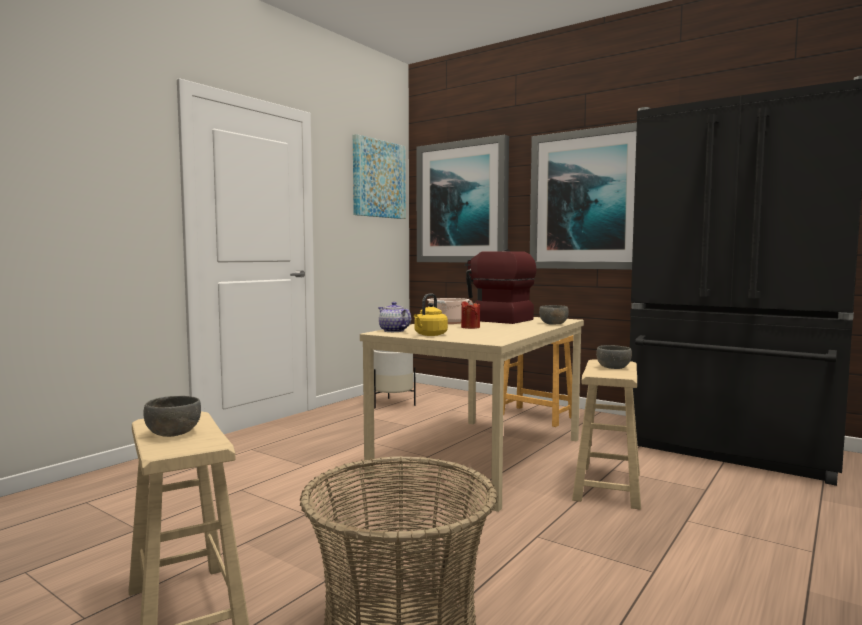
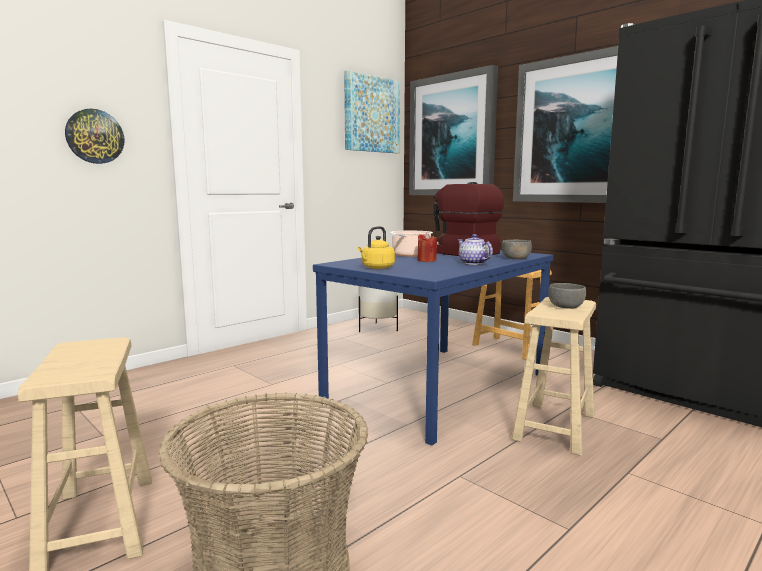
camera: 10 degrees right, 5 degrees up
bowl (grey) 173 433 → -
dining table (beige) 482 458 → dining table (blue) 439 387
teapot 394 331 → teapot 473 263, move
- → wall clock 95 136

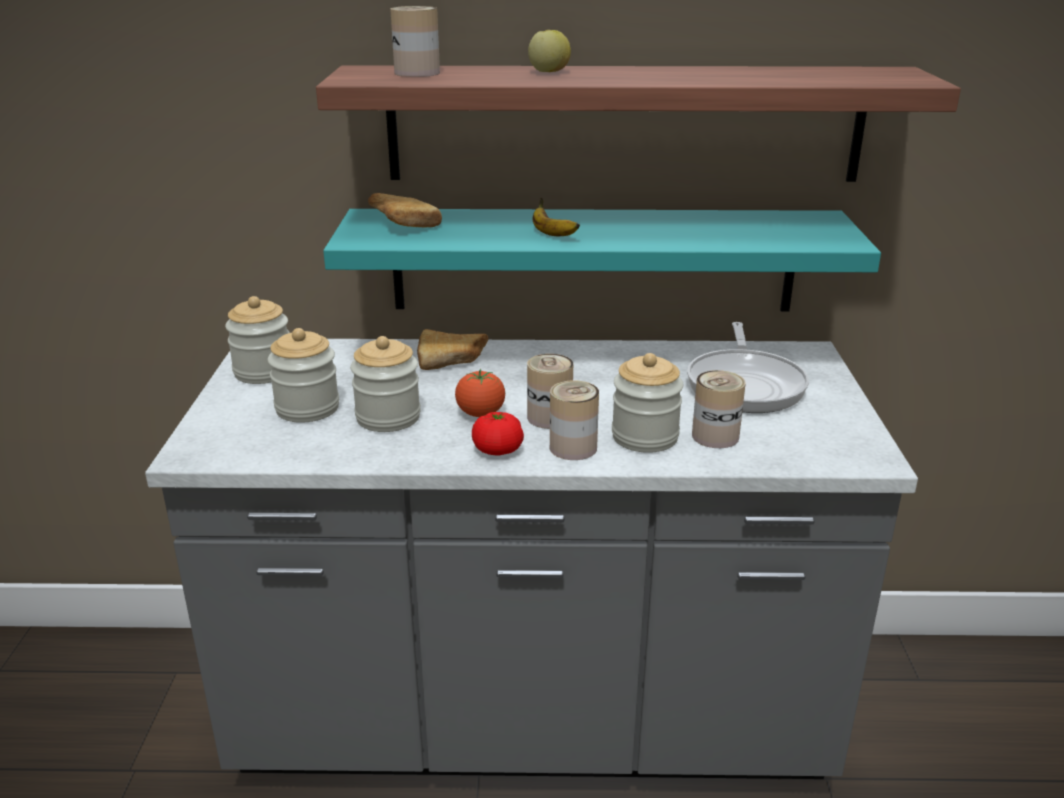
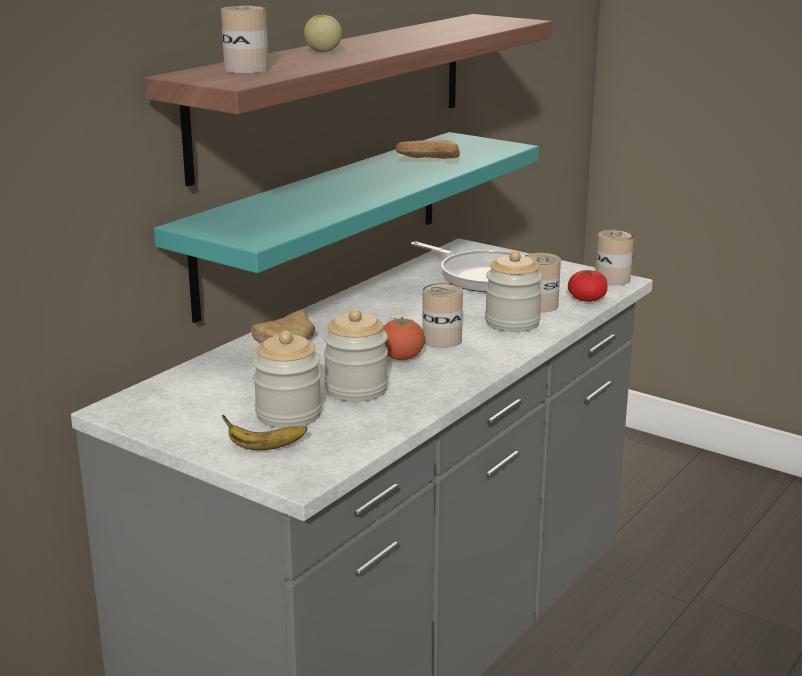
camera: 55 degrees left, 5 degrees down
jar 264 372 → -
bread 400 224 → bread 427 162, move
tomato 498 450 → tomato 587 299, move
banana 552 234 → banana 264 447, move
can 573 447 → can 612 279, move

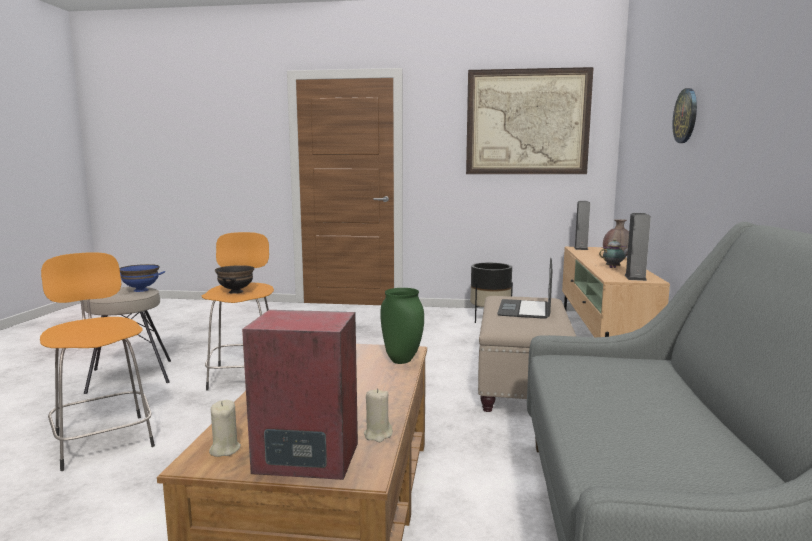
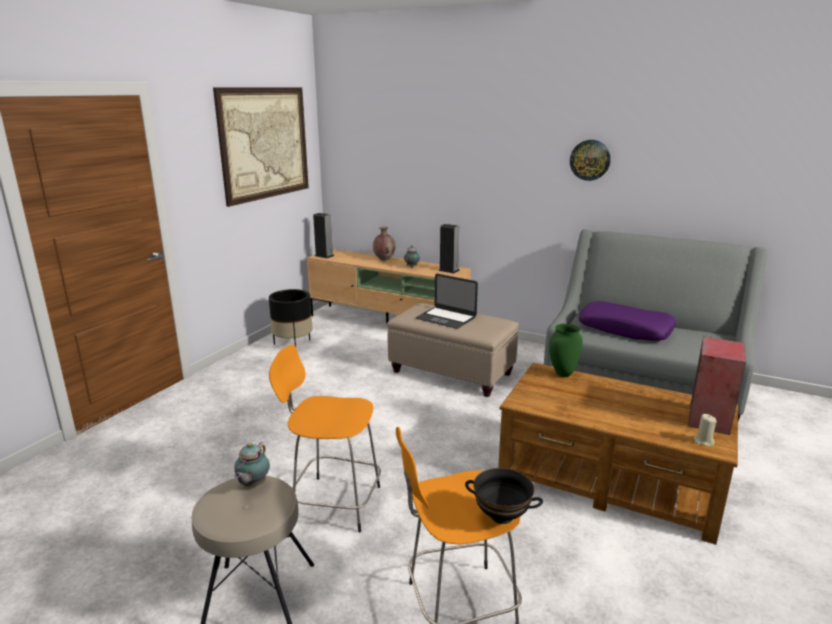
camera: 70 degrees left, 10 degrees up
bowl (blue) 141 290 → teapot 252 485
bowl (black) 235 292 → bowl (black) 501 517, move
candle (beige) 378 435 → -
wall clock 686 116 → wall clock 590 160, move
- → pillow (purple) 625 329

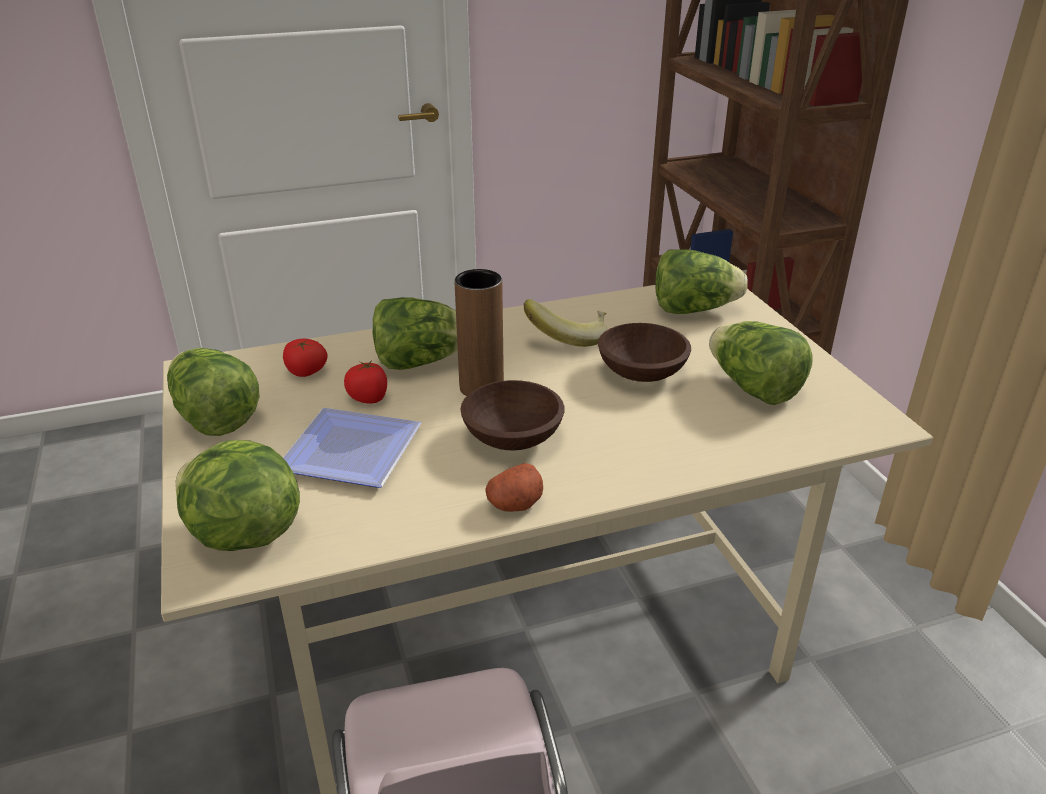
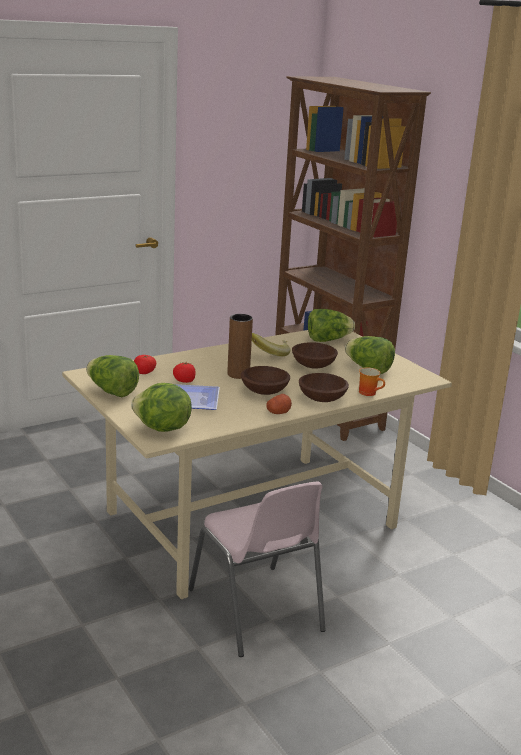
camera: 15 degrees left, 10 degrees down
lettuce 420 361 → -
- → bowl (brown) 321 399
- → mug 370 393

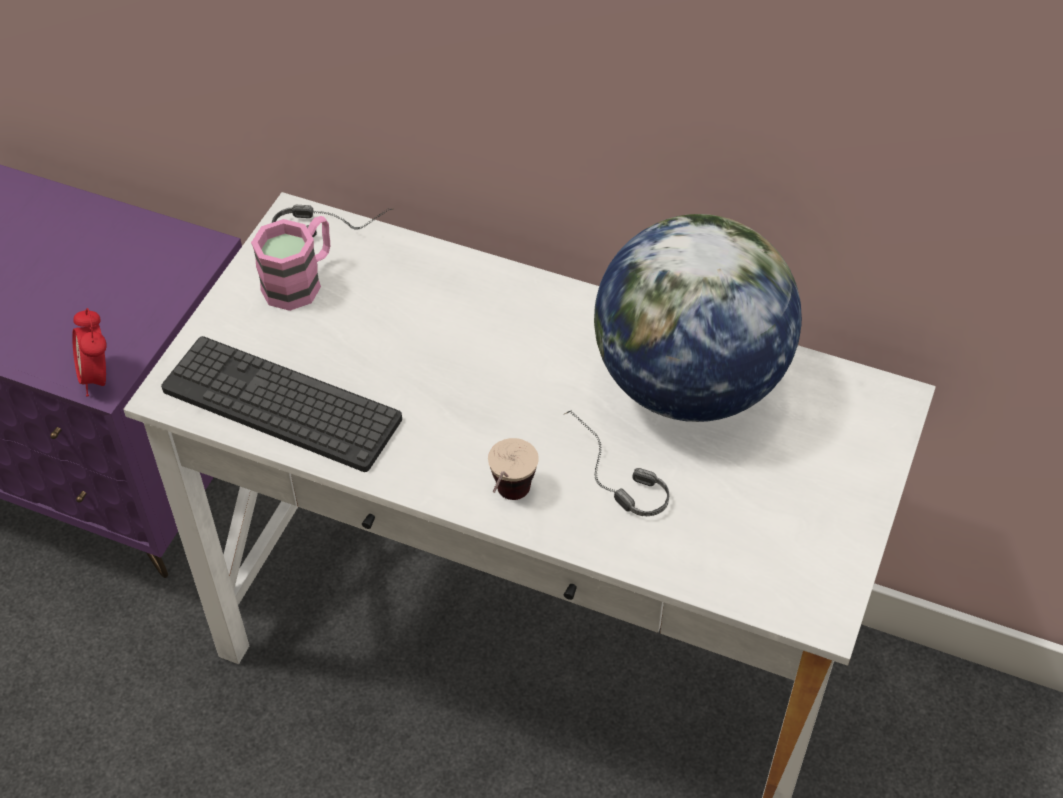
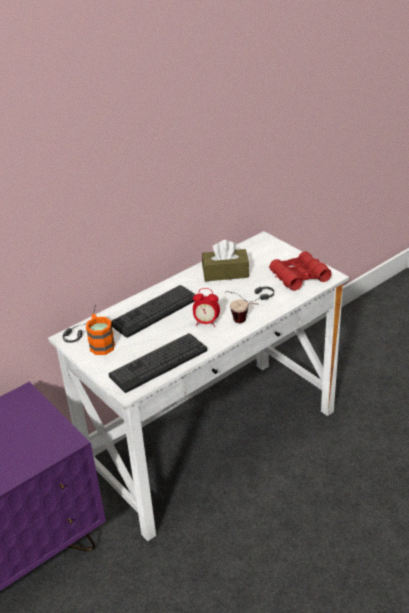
camera: 60 degrees left, 15 degrees down
alarm clock 98 377 → alarm clock 206 323, move
mug (pink) 300 280 → mug (orange) 100 343
globe 687 383 → tissue box (brown) 225 273
- → keyboard 155 311
- → binoculars (red) 299 277

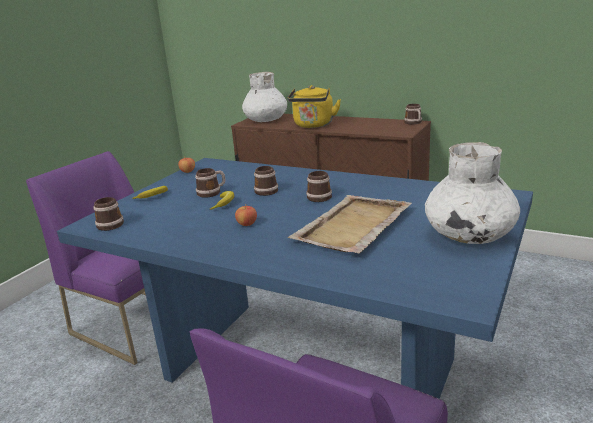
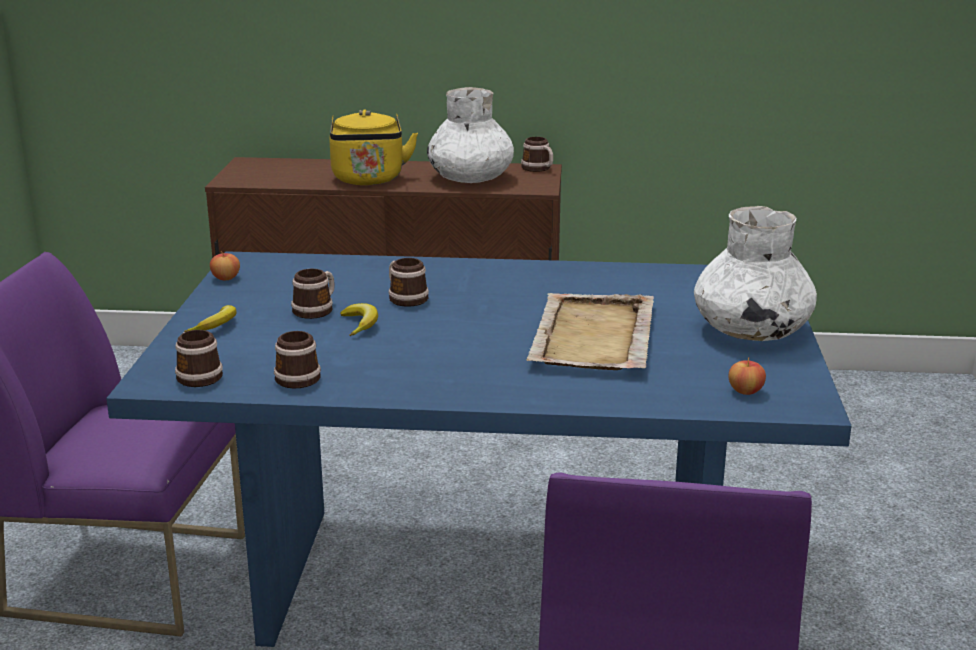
camera: 25 degrees left, 0 degrees up
apple 247 224 → apple 745 391, move
vase (white) 266 120 → vase (white) 471 178, move
mug 319 196 → mug 296 376, move

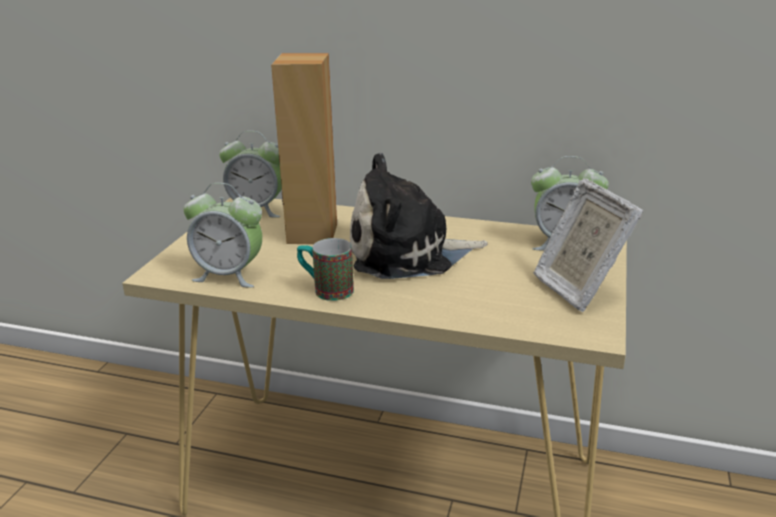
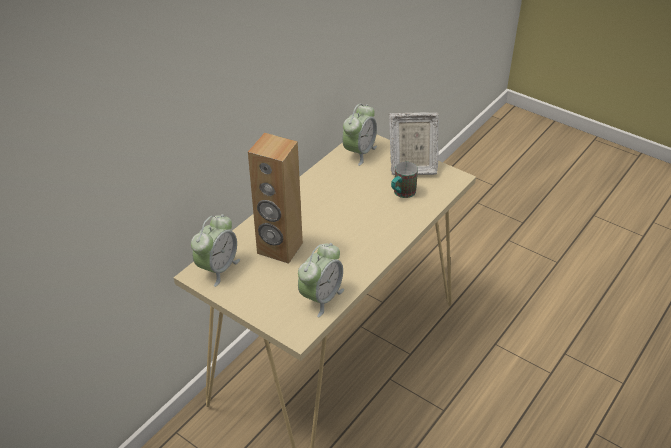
camera: 70 degrees left, 15 degrees up
mug 326 290 → mug 401 193, move
plush toy 408 253 → -

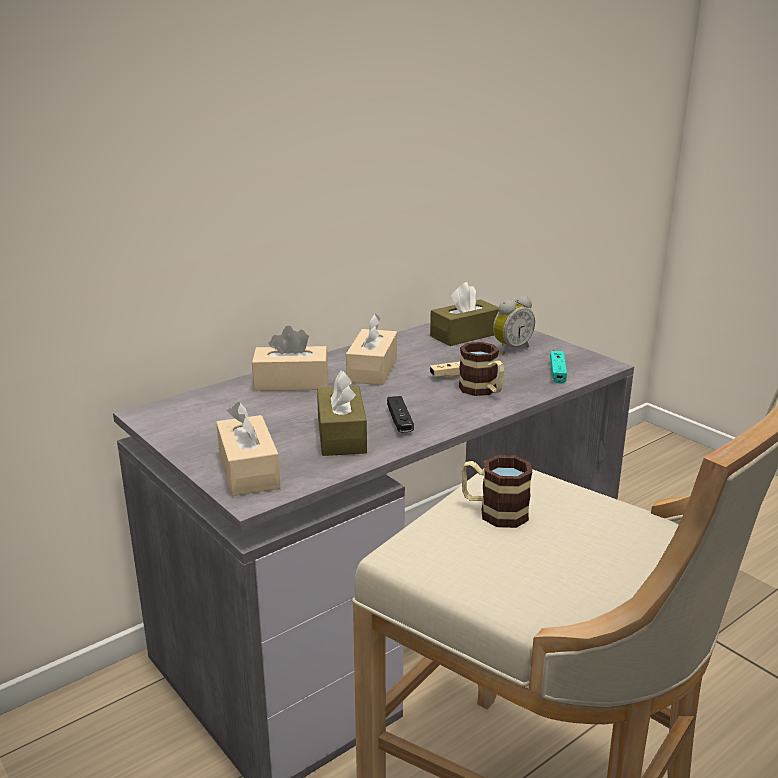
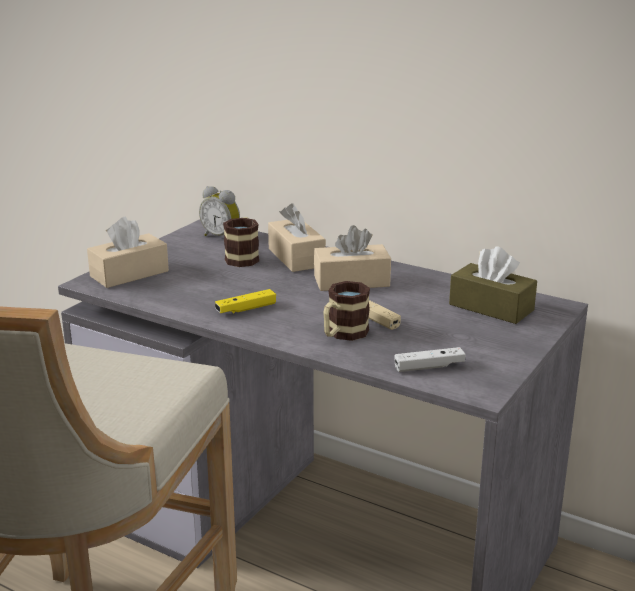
camera: 70 degrees right, 0 degrees up
tissue box (brown) 341 435 → -
game controller (black) 399 421 → game controller (yellow) 246 309
mug 494 512 → mug 243 257, move
alarm clock 510 349 → alarm clock 222 237, move
game controller (turquoise) 557 372 → game controller (white) 429 367

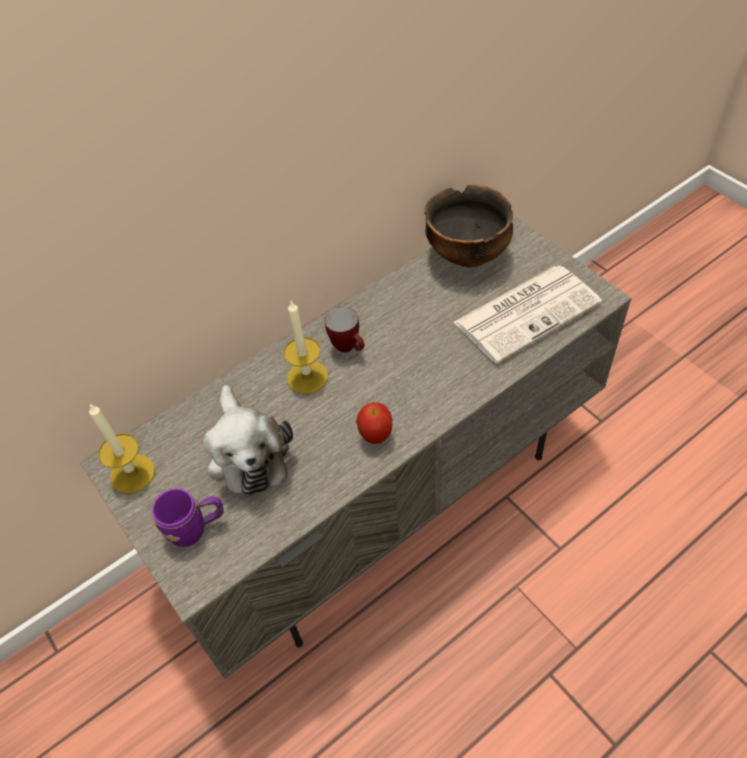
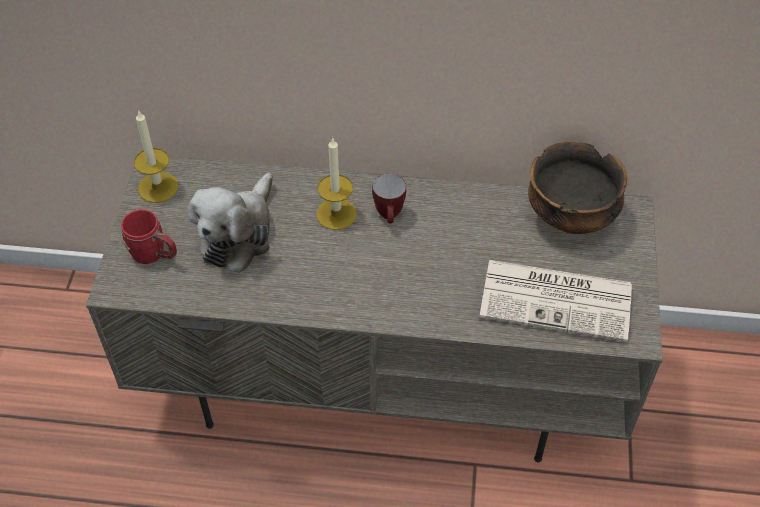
camera: 40 degrees right, 0 degrees up
mug (purple) 196 528 → mug (red) 154 255
apple 376 436 → -

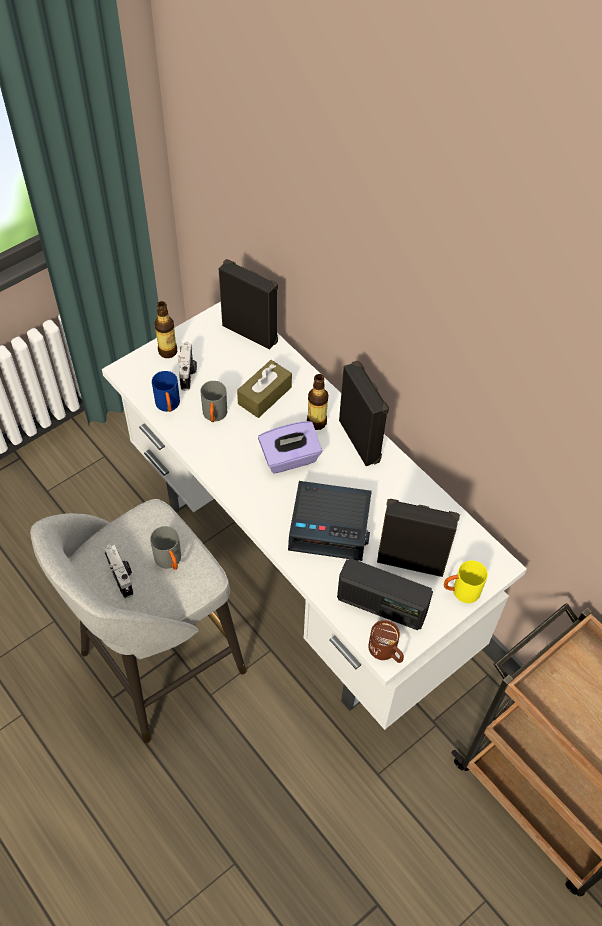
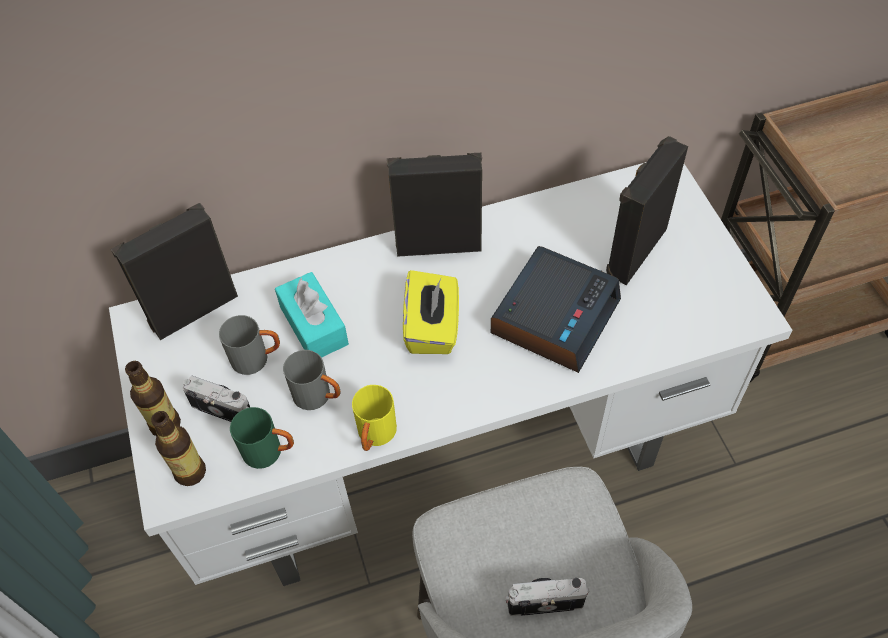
camera: 65 degrees left, 0 degrees up
mug (grey) 170 561 → mug (grey) 257 358, move
mug (blue) 168 406 → mug (green) 270 452
tissue box (brown) 264 395 → tissue box (turquoise) 314 325
tissue box (purple) 290 458 → tissue box (yellow) 432 328
bottle 316 422 → bottle 190 472, move
radio 381 606 → -
mug (brown) 386 652 → -
mug (yellow) 460 592 → mug (yellow) 375 436, move

